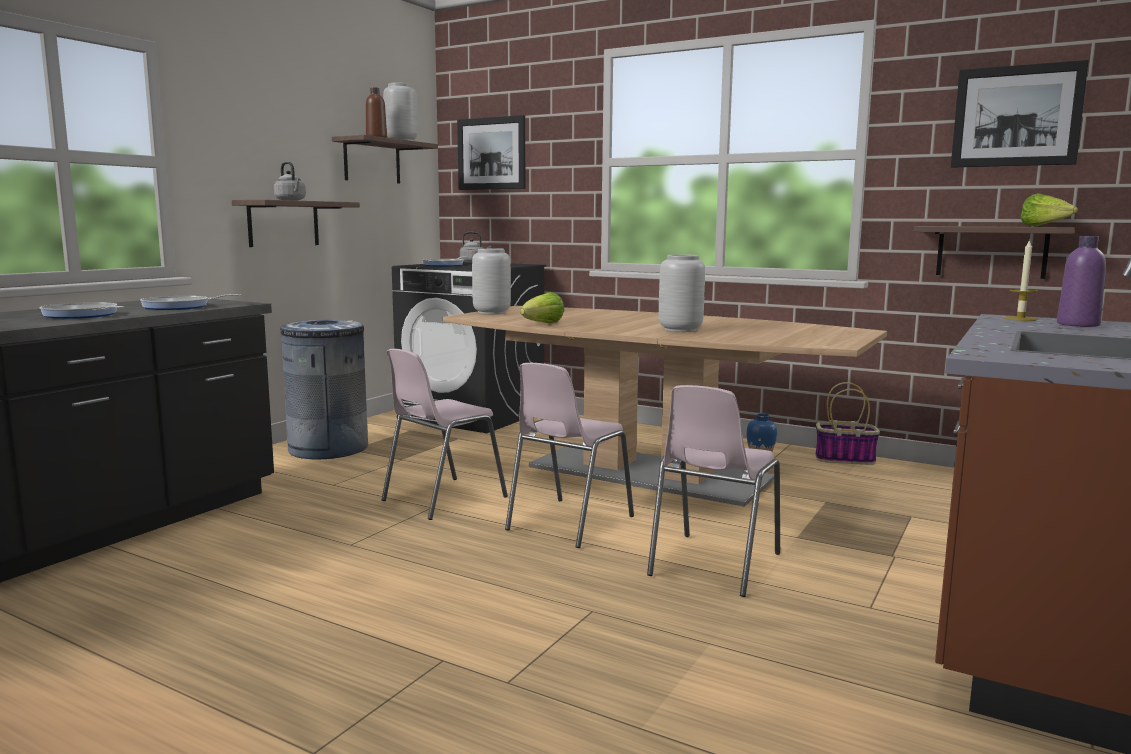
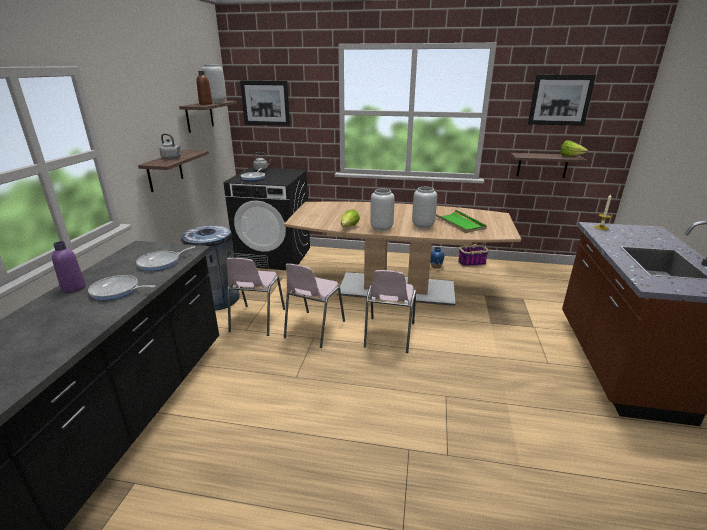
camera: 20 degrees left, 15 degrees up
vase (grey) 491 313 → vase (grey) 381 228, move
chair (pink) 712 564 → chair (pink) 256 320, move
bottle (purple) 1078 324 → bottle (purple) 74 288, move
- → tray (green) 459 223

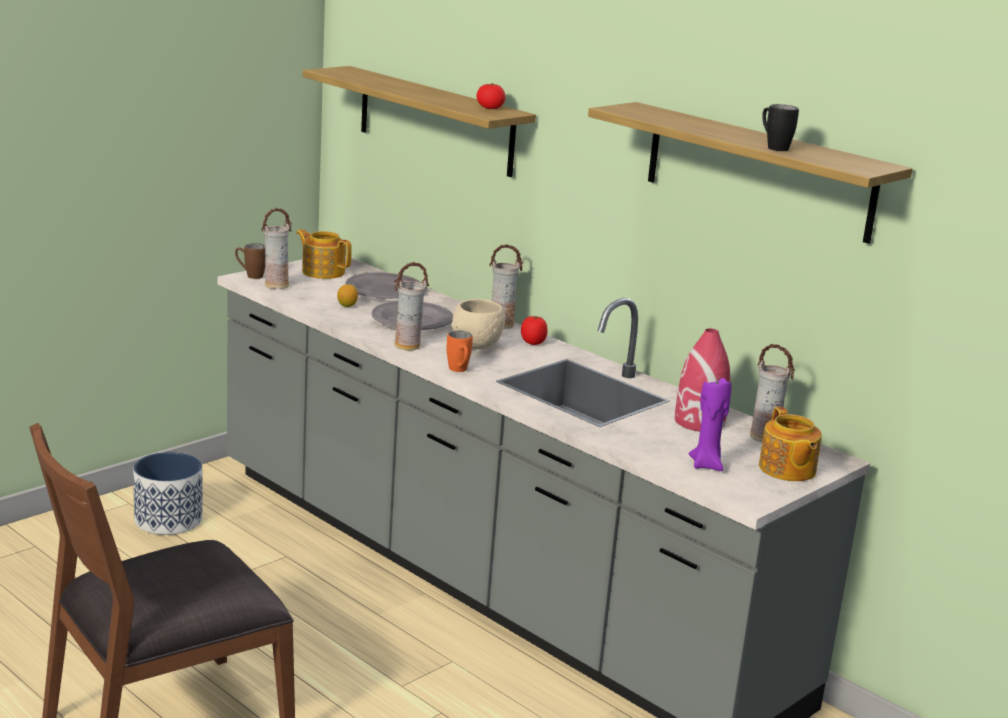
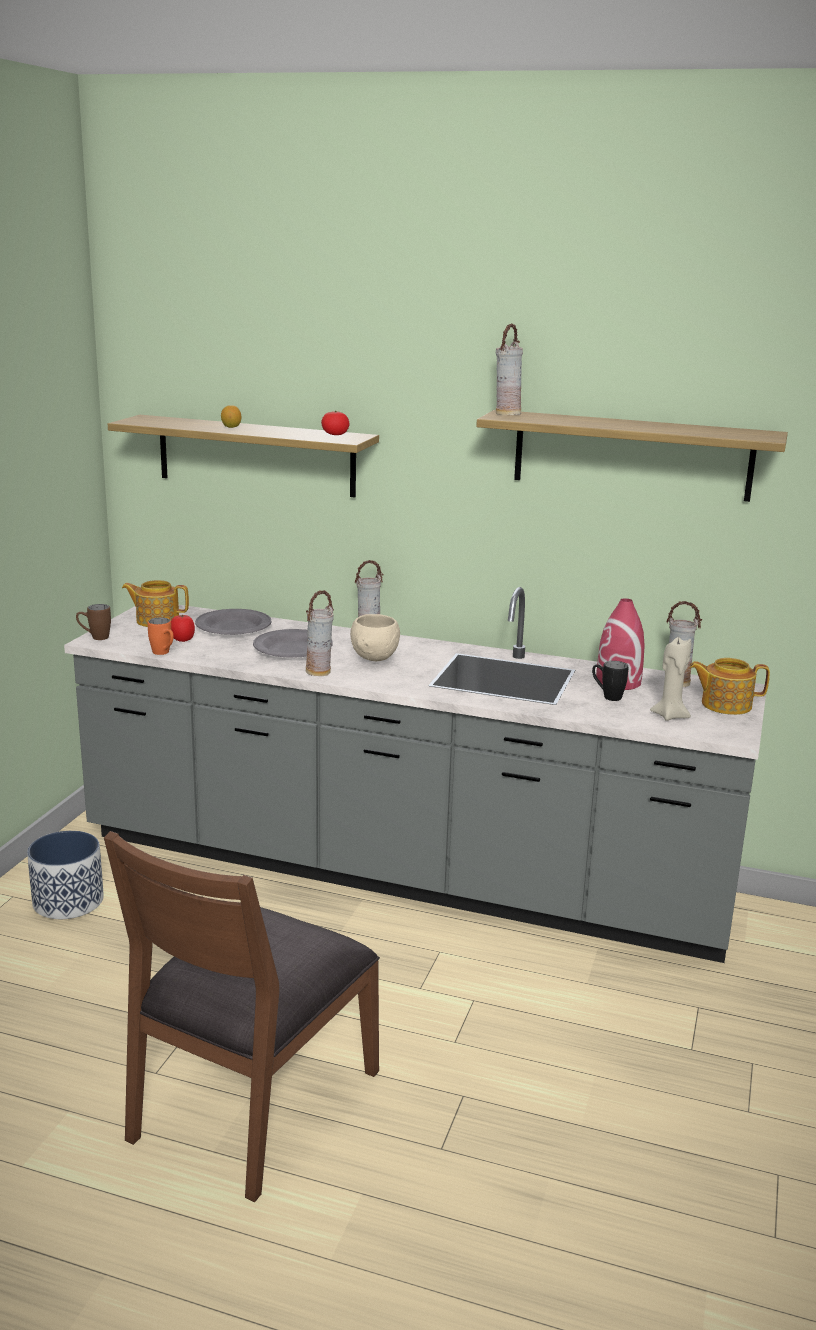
camera: 25 degrees left, 0 degrees up
vase 276 286 → vase 507 414, move
lemon 347 305 → lemon 231 427, move
mug (orange) 459 371 → mug (orange) 164 653, move
tomato 533 343 → tomato 182 640, move
candle (purple) 706 465 → candle (beige) 670 716
teapot 787 469 → teapot 725 704, 135 degrees clockwise
mug (black) 773 147 → mug (black) 607 696, move

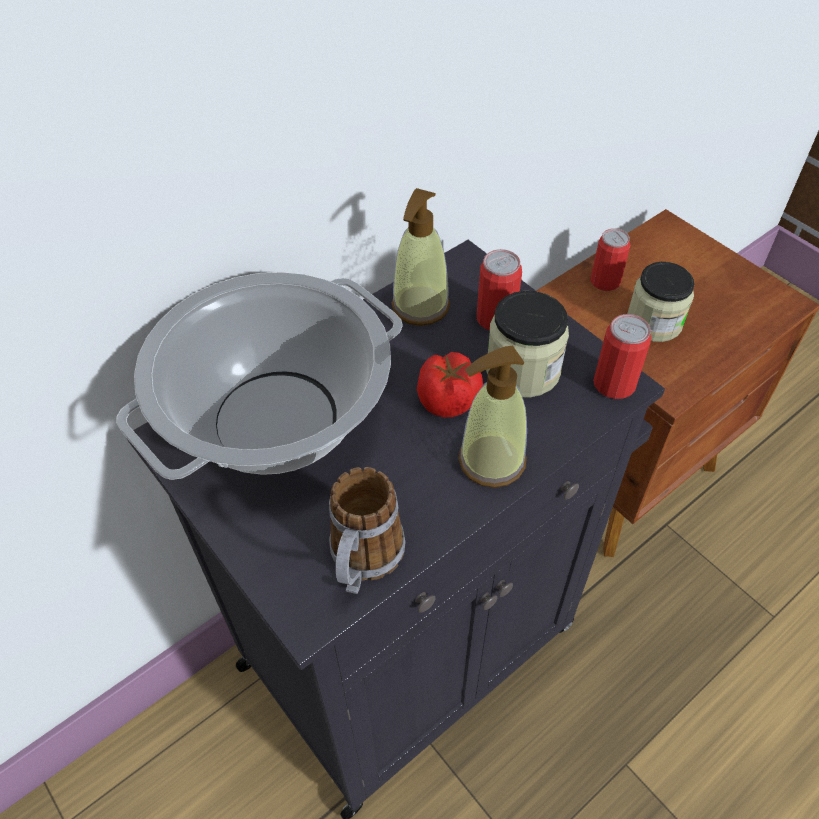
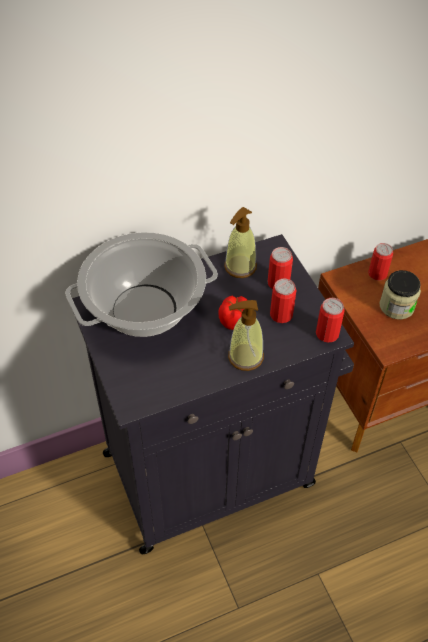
camera: 15 degrees right, 0 degrees up
mug 363 563 → -
jar 523 370 → can 281 314

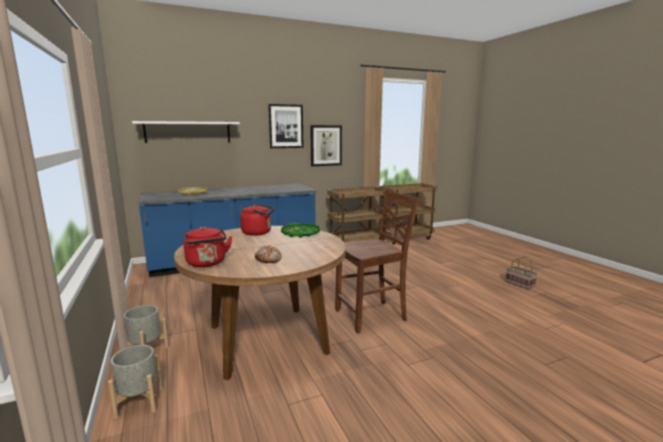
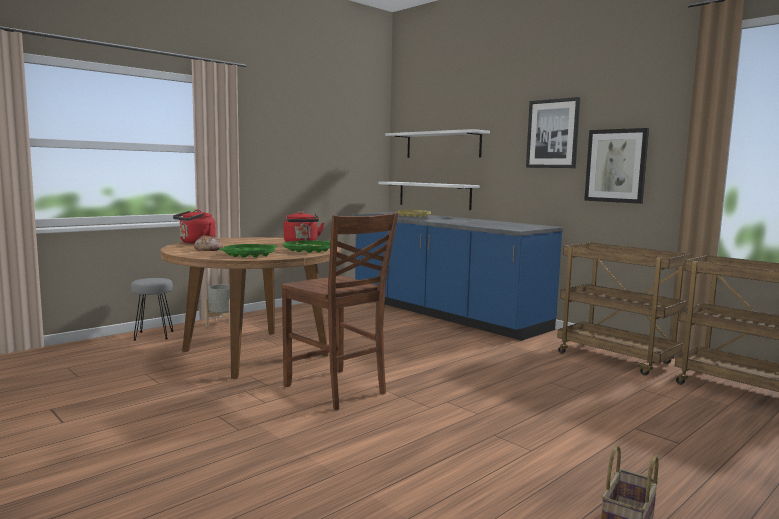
camera: 70 degrees right, 5 degrees down
planter (grey) 139 402 → stool (grey) 154 335
- → tray (green) 249 255
- → shelf (white) 434 195

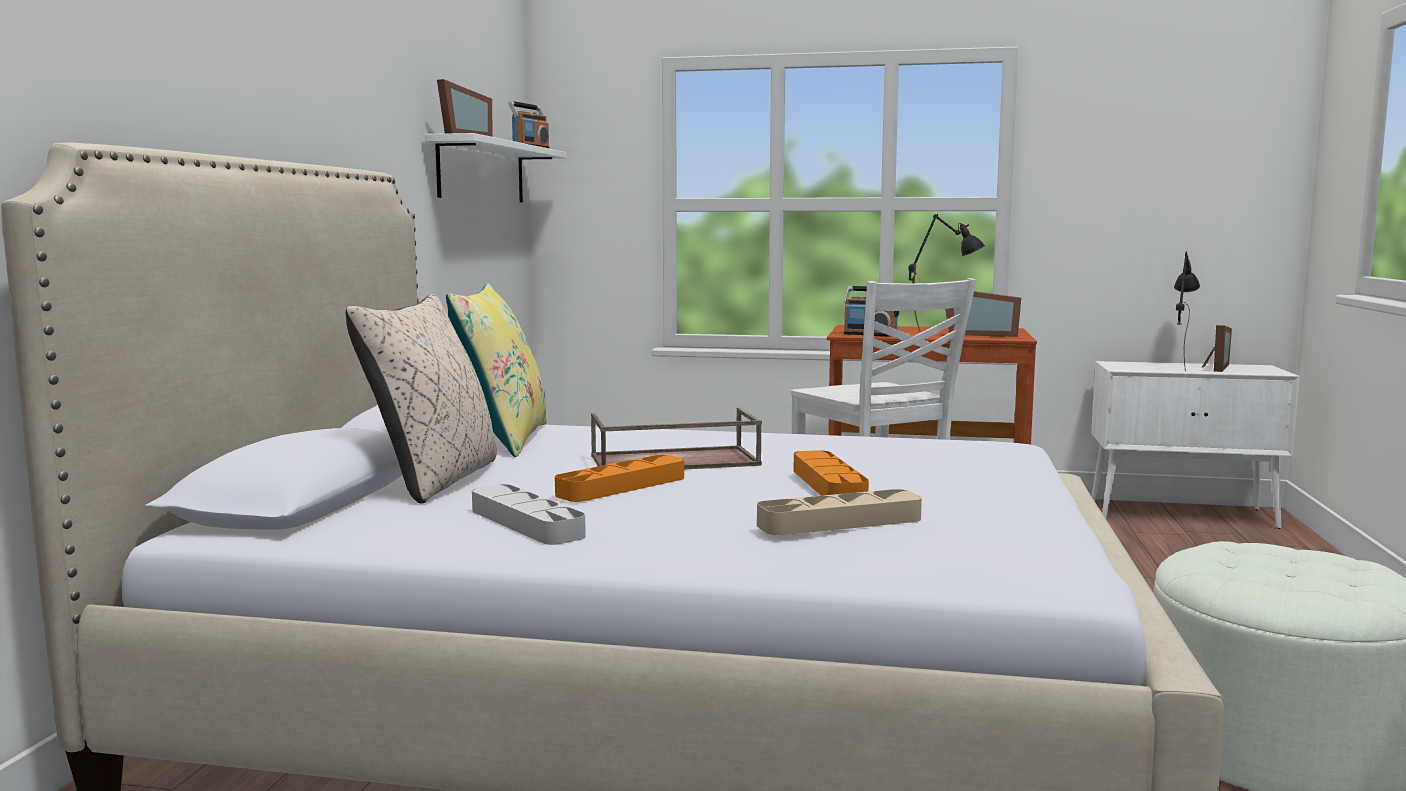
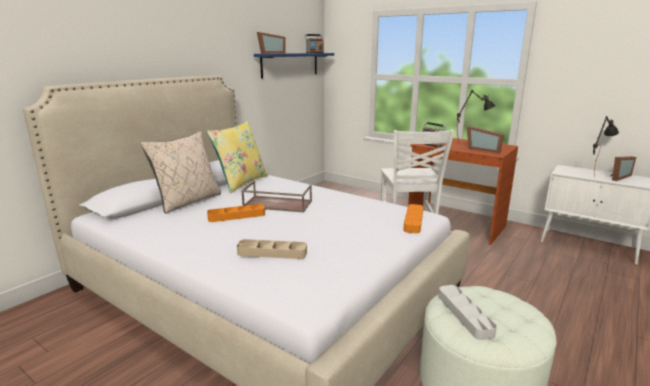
camera: 25 degrees right, 10 degrees up
shelf (white) 482 172 → shelf (blue) 290 64
tray (grey) 526 523 → tray (grey) 464 314, move
tray (orange) 828 484 → tray (orange) 413 221, move

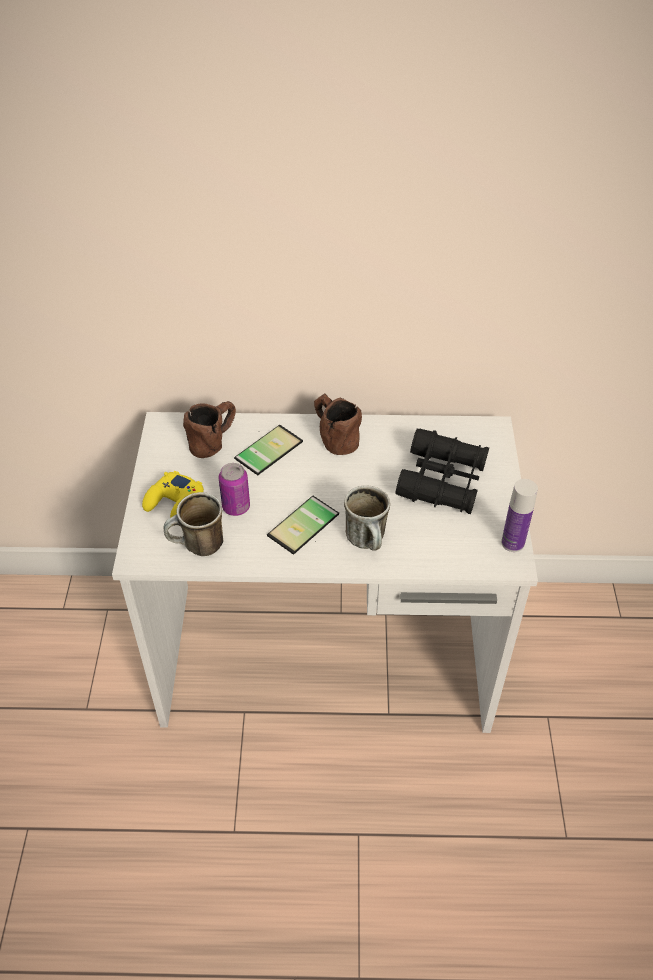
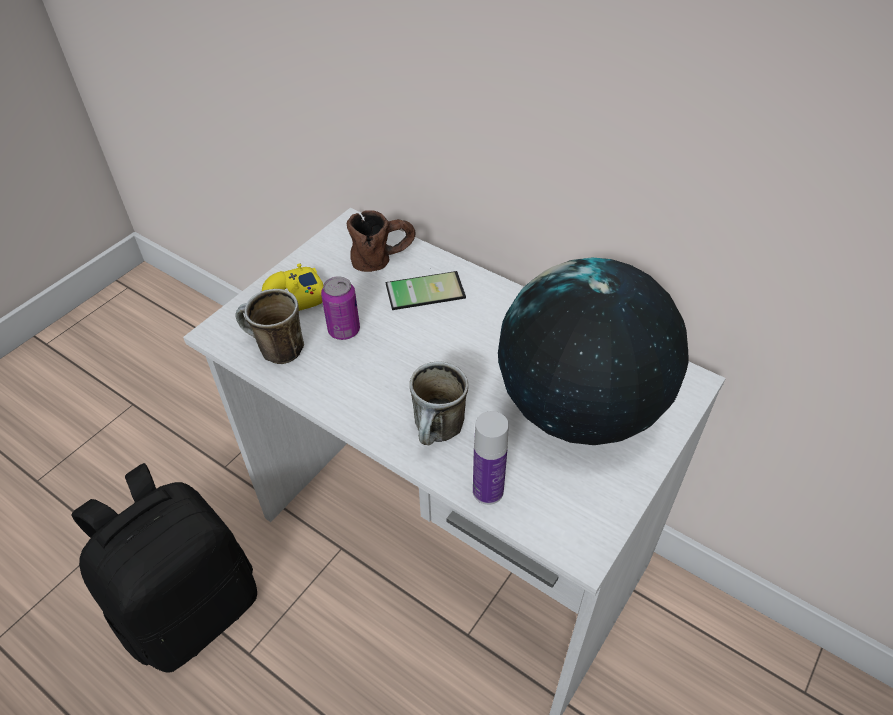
camera: 35 degrees right, 0 degrees up
phone 306 527 → -
mug (brown) 333 437 → -
binoculars (black) 442 480 → globe 579 410
bottle 512 543 → bottle 488 491, move
- → backpack (black) 192 608

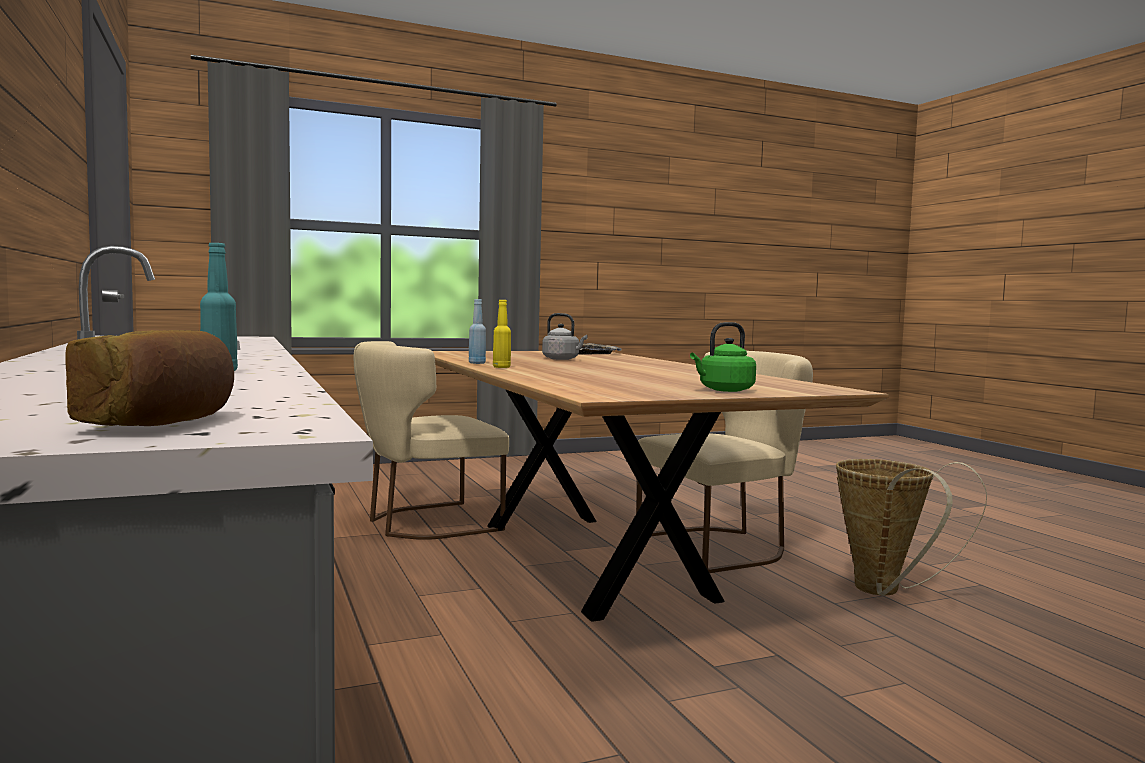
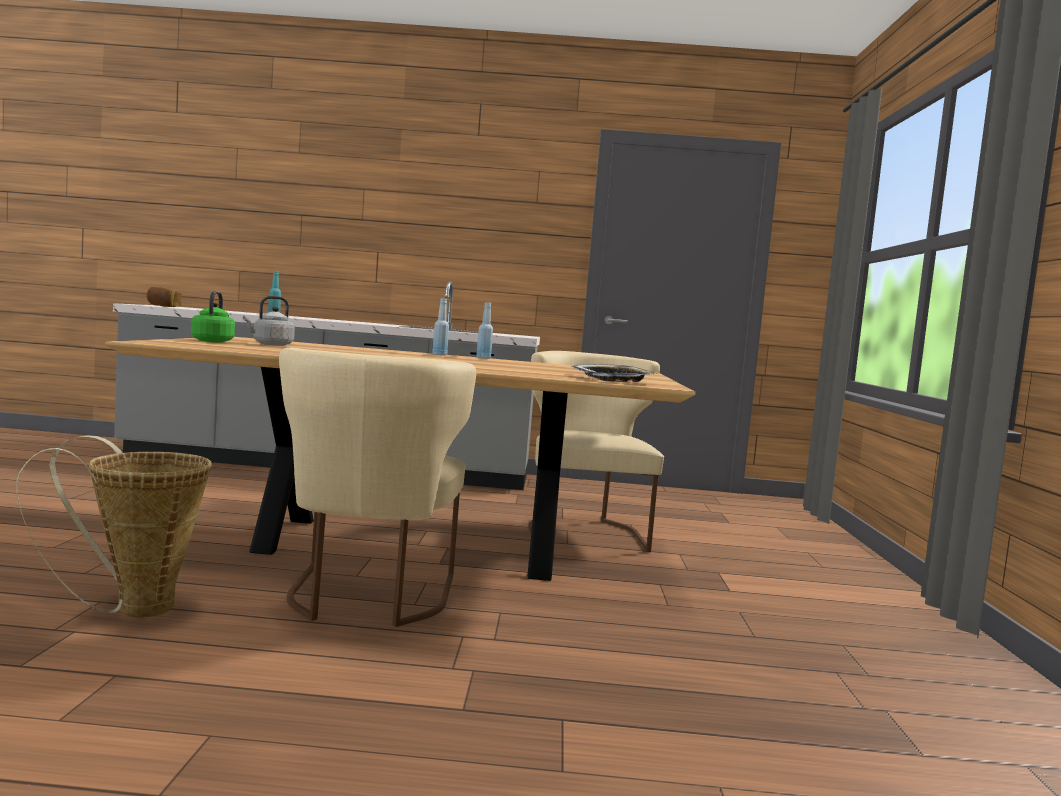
camera: 115 degrees right, 0 degrees up
bottle (yellow) 501 367 → bottle (blue) 439 355
kettle (grey) 562 359 → kettle (grey) 271 344, move

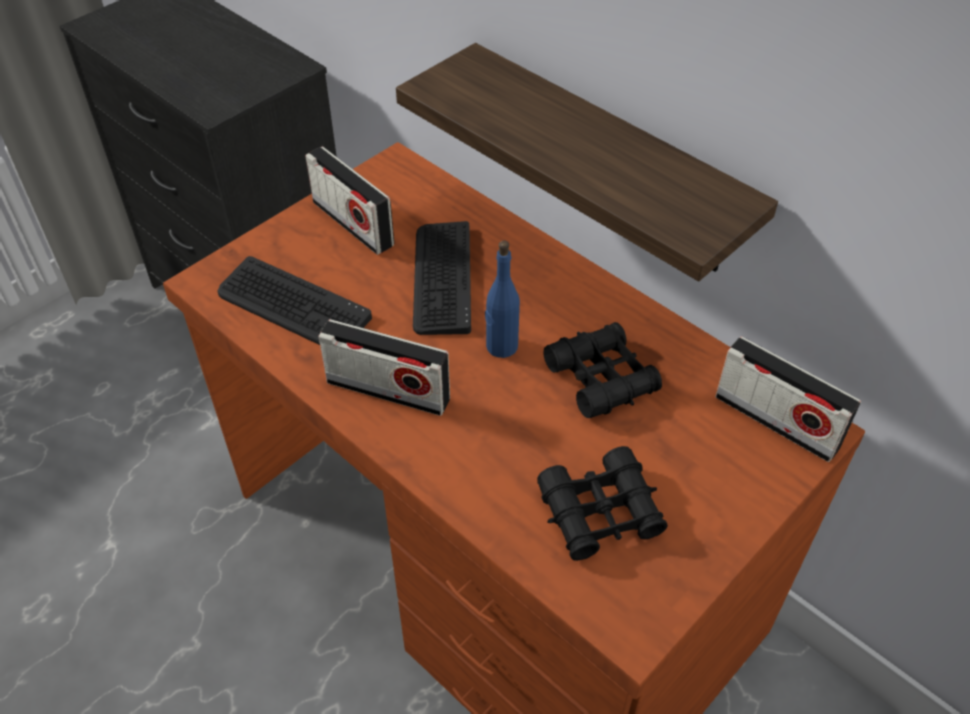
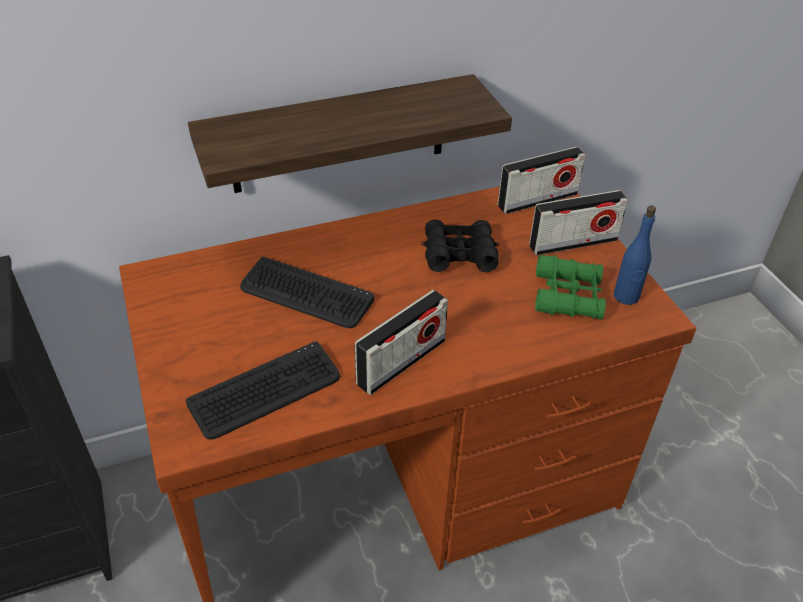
camera: 65 degrees left, 5 degrees down
radio 353 224 → radio 573 243, move
bottle (blue) 501 346 → bottle (blue) 626 296, move
binoculars (black) 600 512 → binoculars (green) 568 296

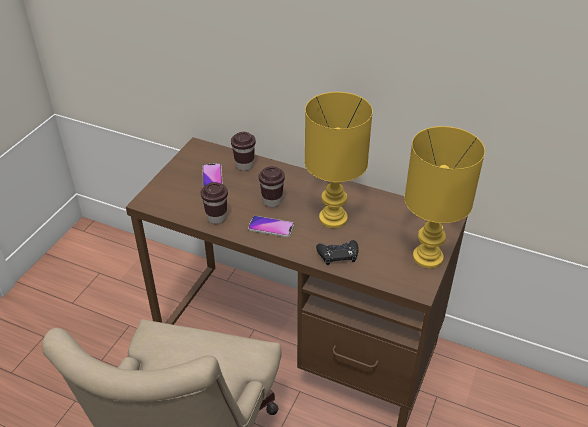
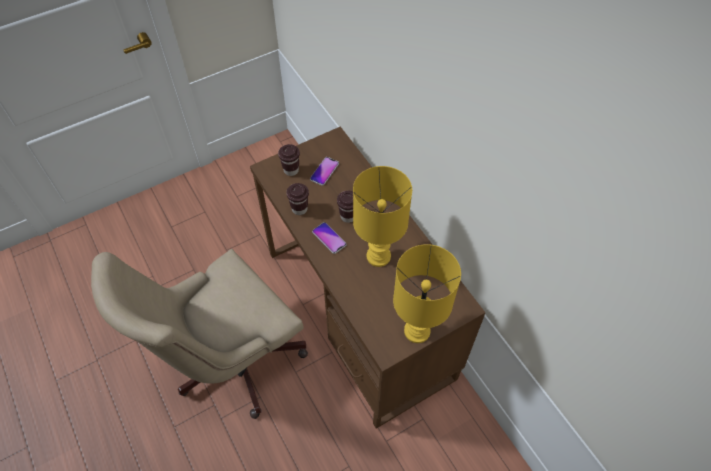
camera: 35 degrees right, 15 degrees up
cup (brown) 244 166 → cup (brown) 291 170, move
game controller (black) 338 254 → -

